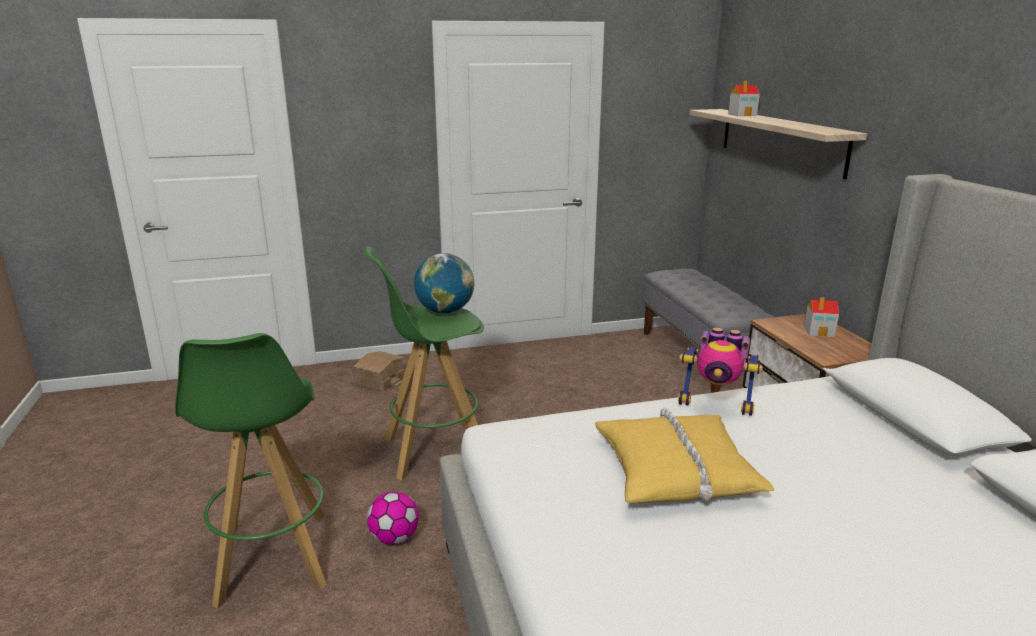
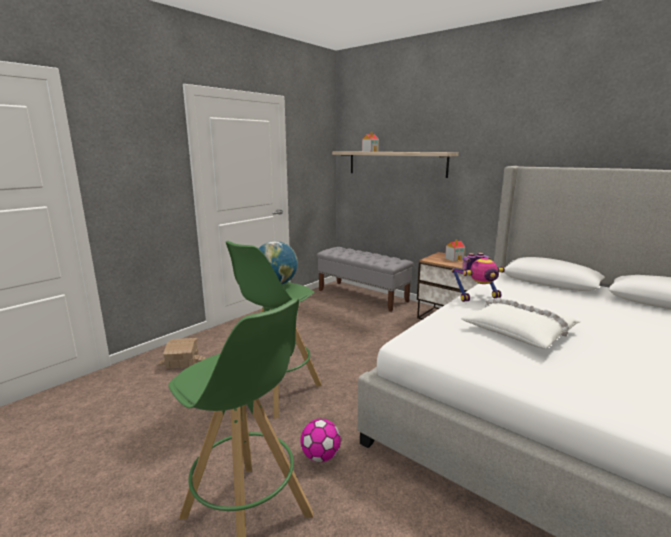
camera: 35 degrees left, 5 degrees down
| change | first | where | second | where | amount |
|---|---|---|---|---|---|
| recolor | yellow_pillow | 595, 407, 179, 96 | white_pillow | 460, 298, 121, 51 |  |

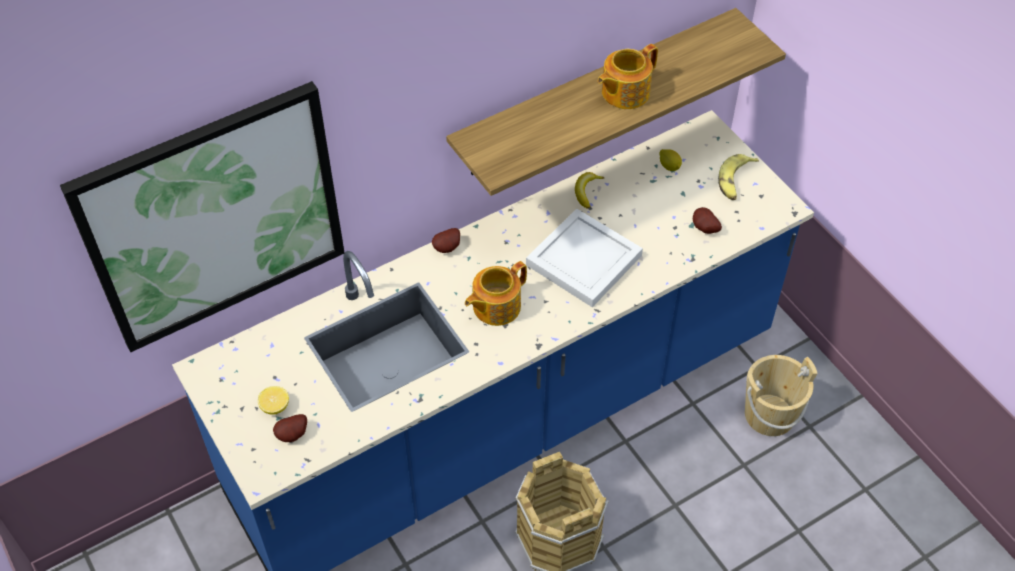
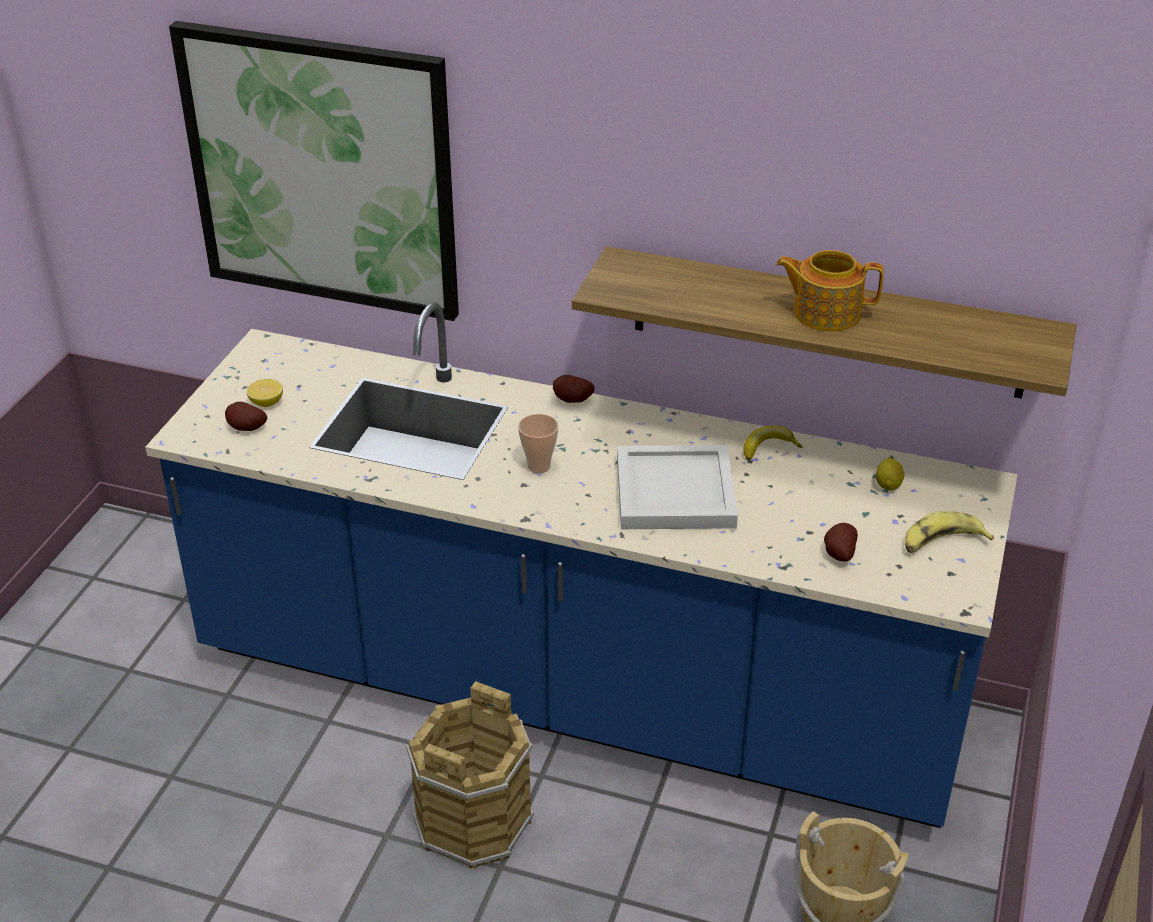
camera: 50 degrees right, 15 degrees down
| change | first | where | second | where | amount |
|---|---|---|---|---|---|
| replace | teapot | 465, 261, 62, 65 | cup | 518, 414, 40, 59 |  |

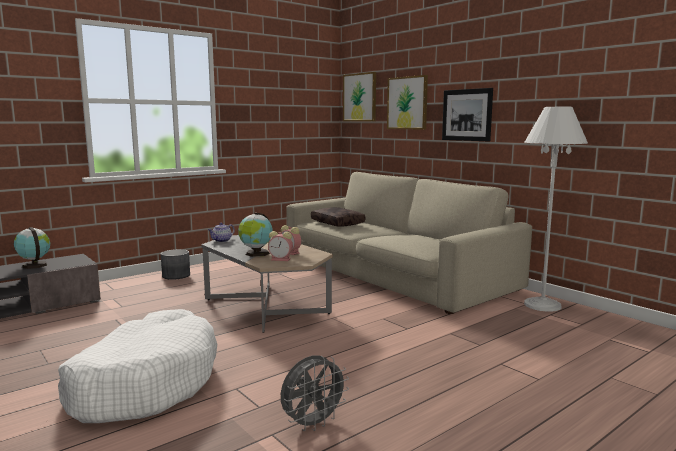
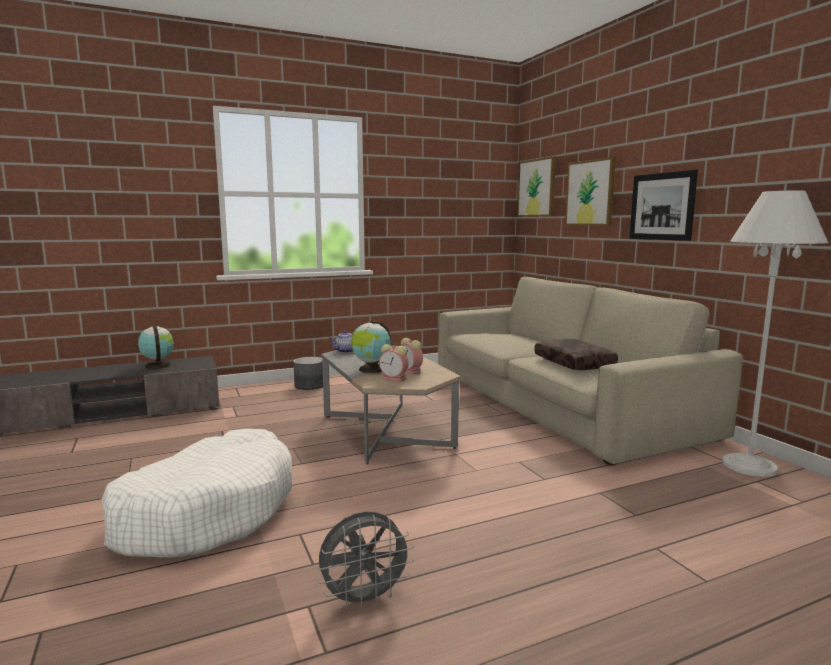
camera: 15 degrees right, 0 degrees up
| change | first | where | second | where | amount |
|---|---|---|---|---|---|
| move | brown_pillow | 311, 207, 54, 20 |  | 534, 339, 84, 31 |  |

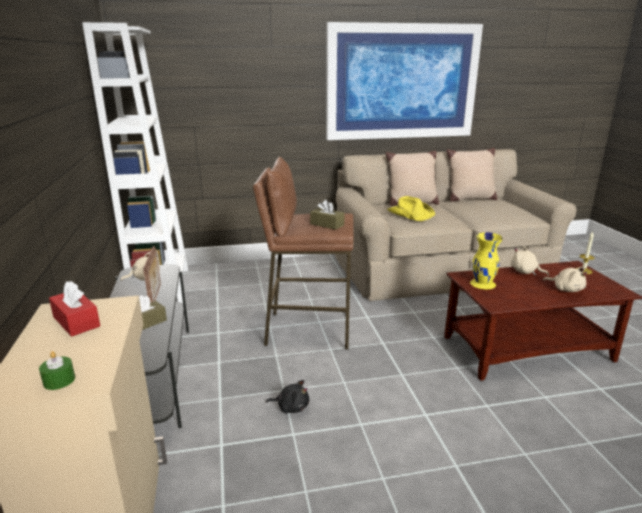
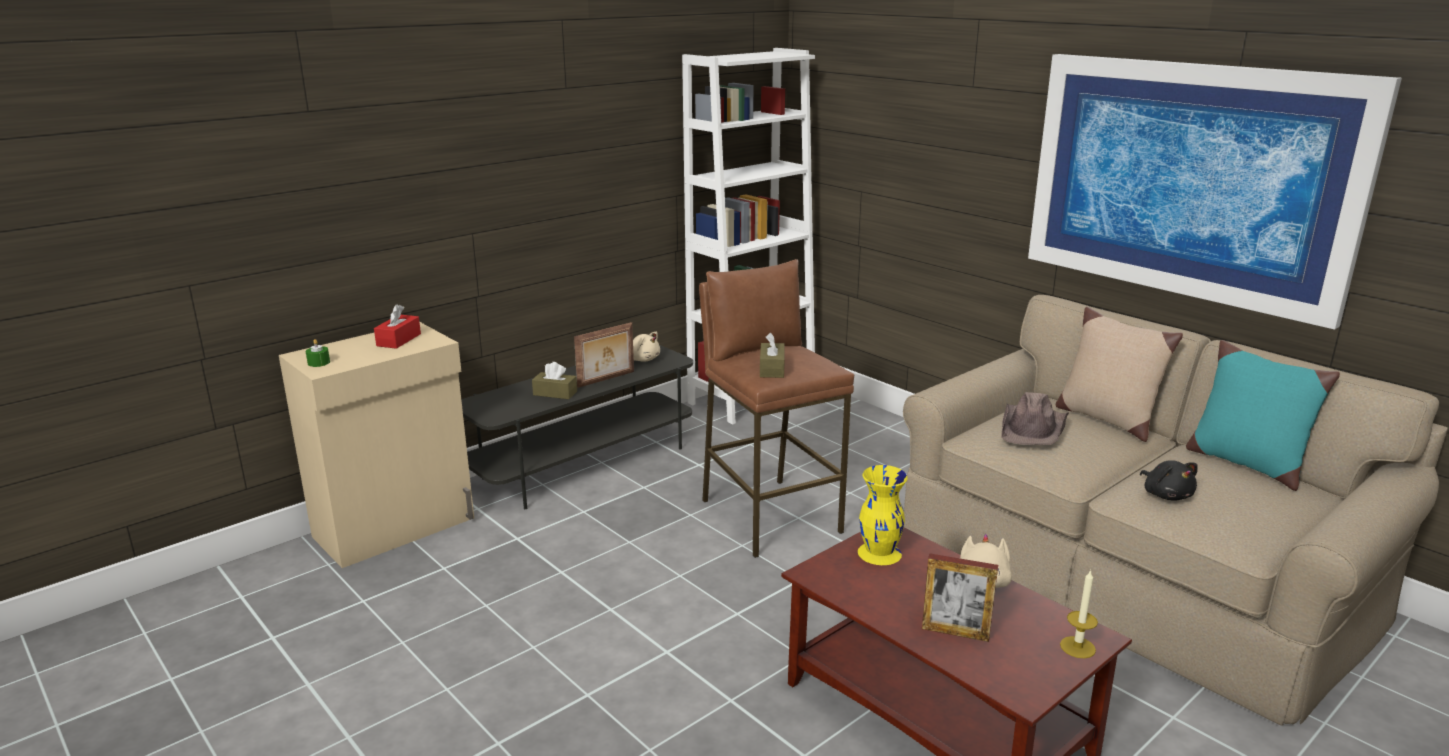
camera: 60 degrees right, 0 degrees up
| change | first | where | second | where | amount |
|---|---|---|---|---|---|
| recolor | beige_pillow | 446, 148, 51, 54 | turquoise_pillow | 1186, 340, 154, 151 |  |
| recolor | yellow_hat | 387, 196, 48, 25 | brown_hat | 1001, 392, 68, 53 |  |
| replace | beige_plush_toy | 543, 267, 44, 25 | picture_frame | 922, 553, 76, 89 |  |
| move | black_plush_toy | 266, 380, 43, 34 |  | 1140, 460, 58, 41 |  |

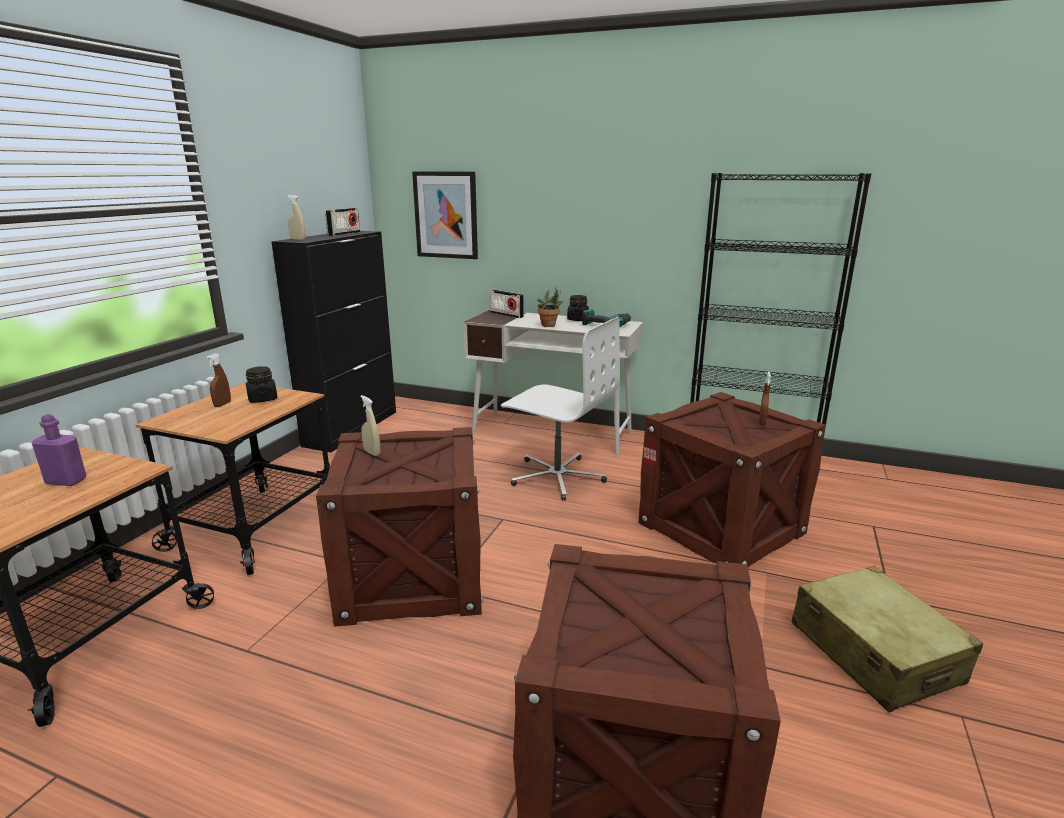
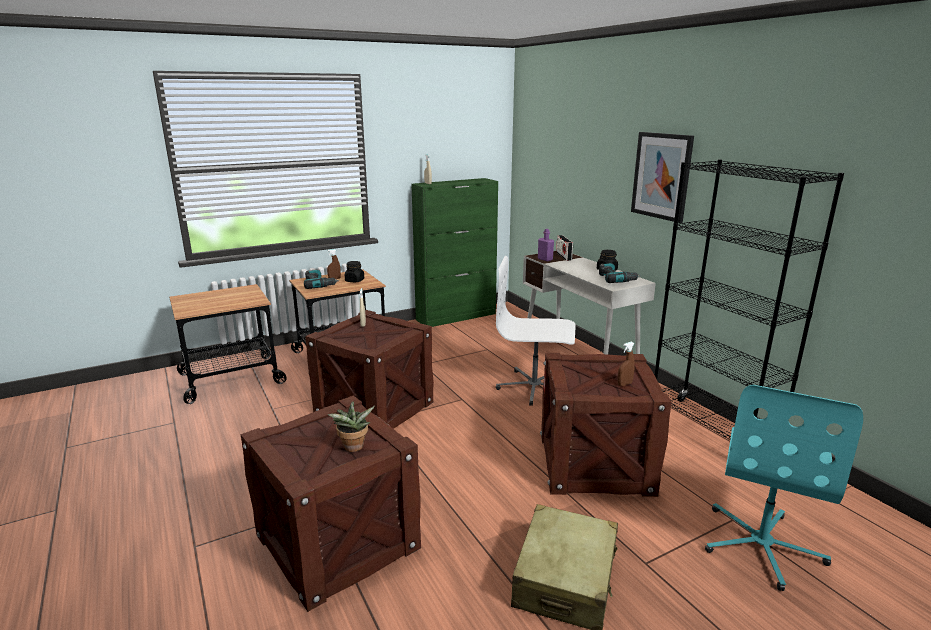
camera: 40 degrees right, 0 degrees up
| change | first | where | second | where | amount |
|---|---|---|---|---|---|
| move | picture | 412, 171, 66, 88 |  | 631, 132, 63, 91 |  |
| delete | radio | 325, 208, 35, 28 |  |  |  |
| recolor | black_cabinet | 271, 231, 125, 221 | green_cabinet | 411, 178, 87, 149 |  |
| move | potted_plant | 537, 287, 27, 40 |  | 327, 401, 48, 51 |  |
| rotate | white_office_chair | 501, 317, 119, 183 |  | 496, 256, 80, 150 | 120 degrees clockwise |
| move | purple_bottle | 32, 414, 55, 72 |  | 538, 229, 16, 32 |  |
| insert |  |  | power_drill | 304, 270, 35, 19 |  |
| insert |  |  | turquoise_office_chair | 705, 385, 158, 206 |  |

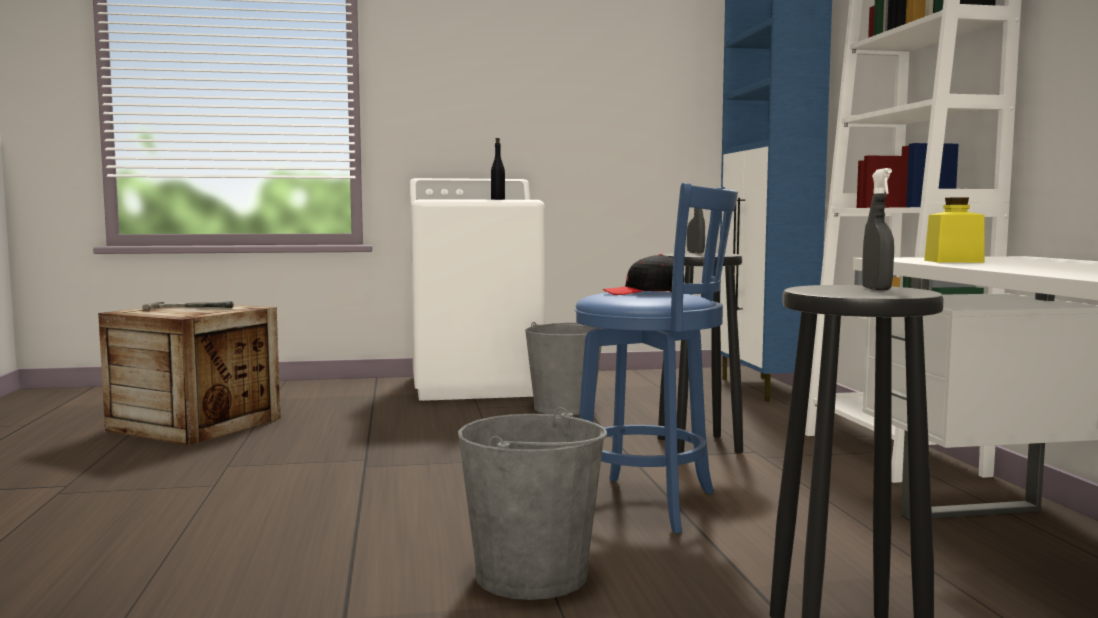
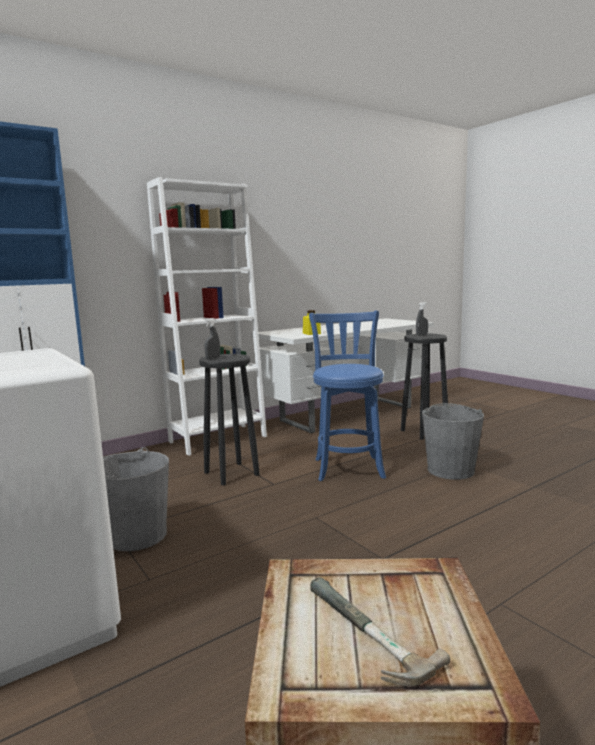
camera: 115 degrees left, 5 degrees up
| change | first | where | second | where | amount |
|---|---|---|---|---|---|
| delete | black_bottle | 491, 138, 14, 62 |  |  |  |
| delete | black_cap | 603, 254, 81, 41 |  |  |  |

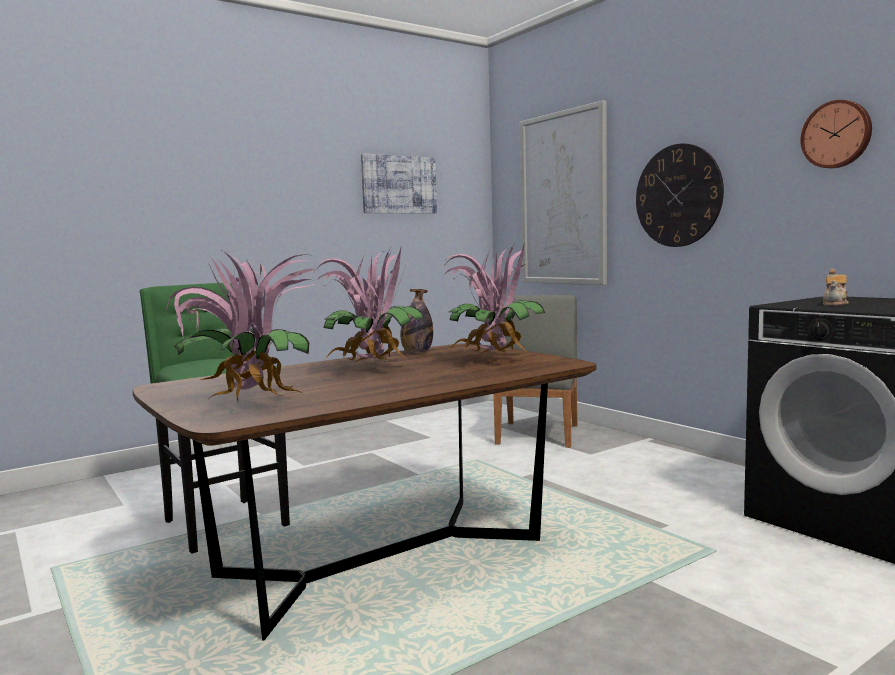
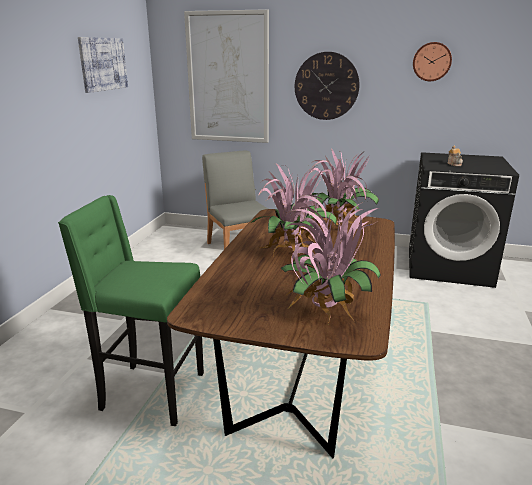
camera: 40 degrees left, 15 degrees up
| change | first | where | second | where | amount |
|---|---|---|---|---|---|
| delete | bottle | 400, 289, 33, 64 |  |  |  |

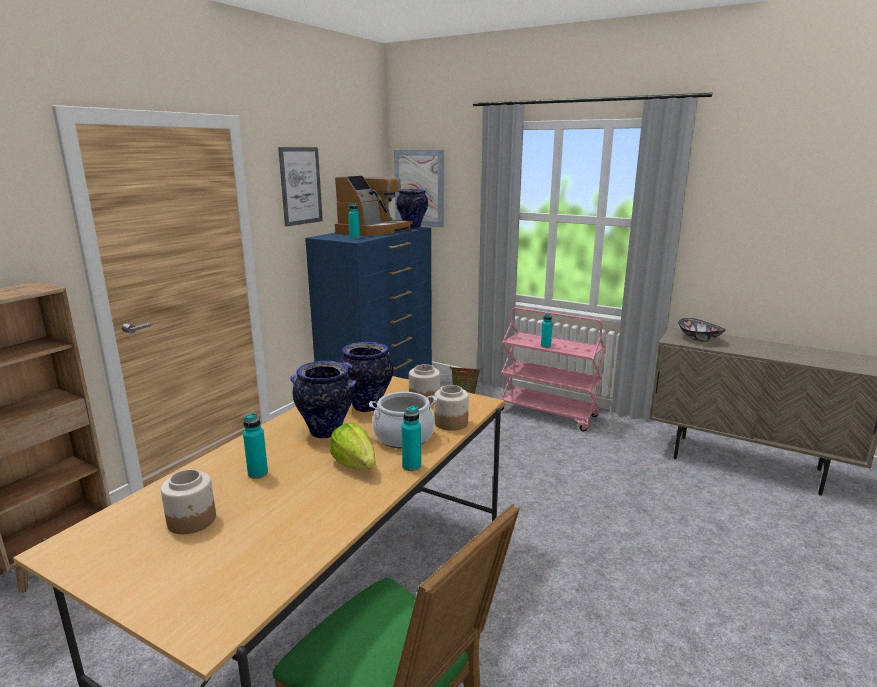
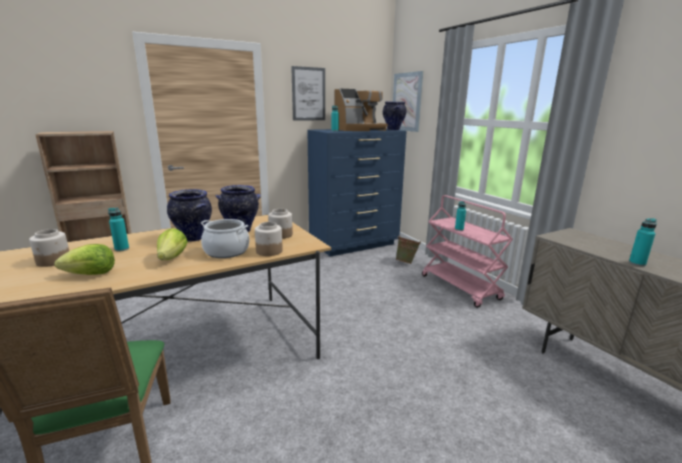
camera: 30 degrees right, 0 degrees up
| change | first | where | second | where | amount |
|---|---|---|---|---|---|
| delete | bowl | 678, 318, 48, 24 |  |  |  |
| move | turquoise_bottle | 401, 406, 20, 65 |  | 629, 218, 28, 48 |  |
| insert |  |  | lettuce | 54, 244, 61, 31 |  |

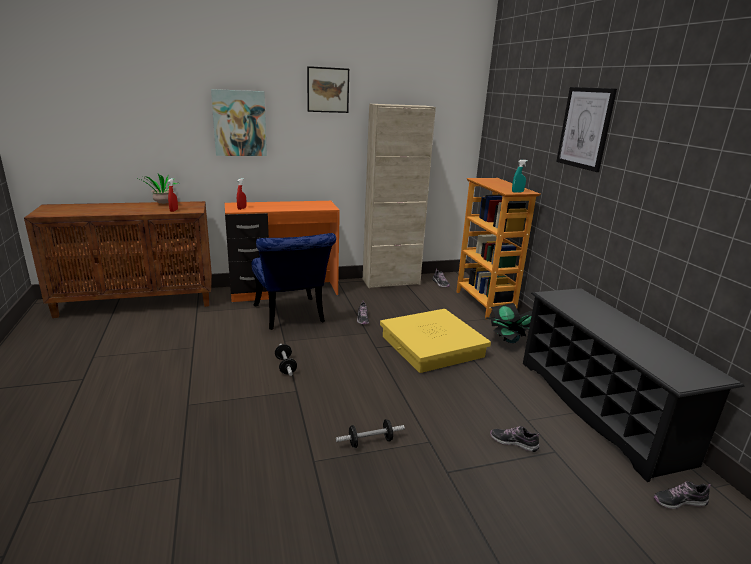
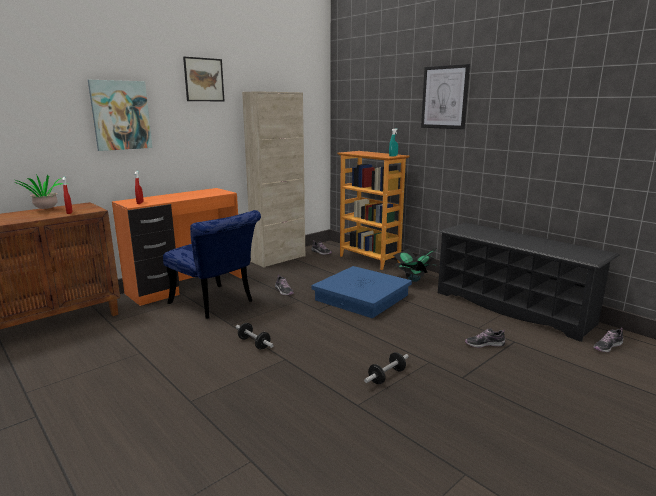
camera: 25 degrees left, 5 degrees down
| change | first | where | second | where | amount |
|---|---|---|---|---|---|
| recolor | yellow_storage_box | 380, 309, 111, 64 | blue_storage_box | 312, 266, 100, 52 |  |

